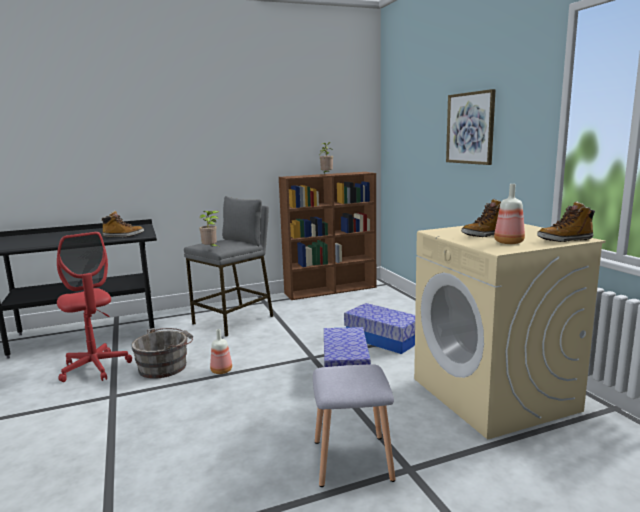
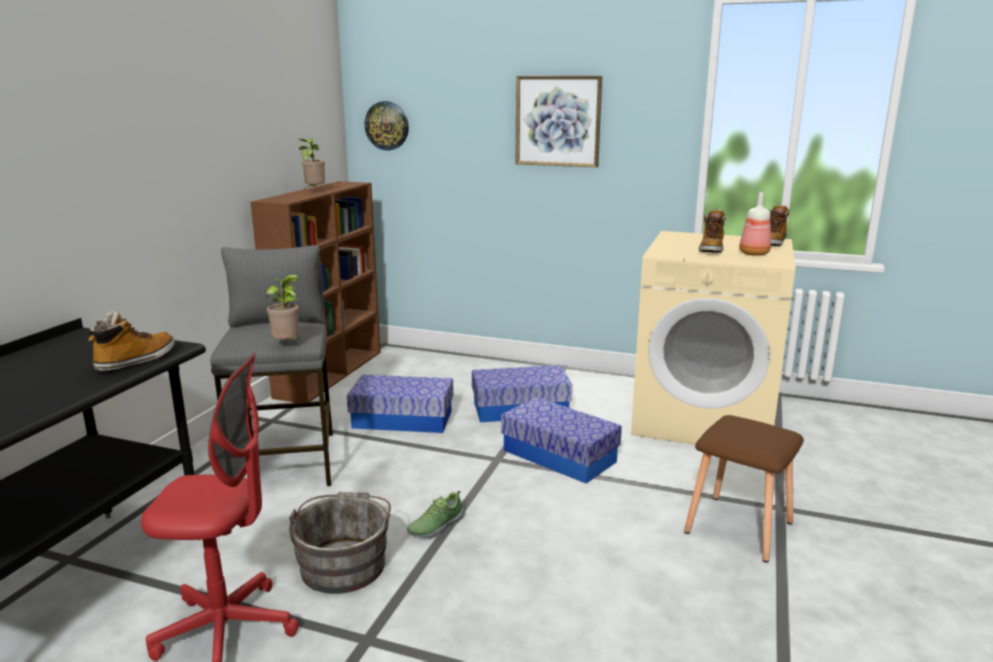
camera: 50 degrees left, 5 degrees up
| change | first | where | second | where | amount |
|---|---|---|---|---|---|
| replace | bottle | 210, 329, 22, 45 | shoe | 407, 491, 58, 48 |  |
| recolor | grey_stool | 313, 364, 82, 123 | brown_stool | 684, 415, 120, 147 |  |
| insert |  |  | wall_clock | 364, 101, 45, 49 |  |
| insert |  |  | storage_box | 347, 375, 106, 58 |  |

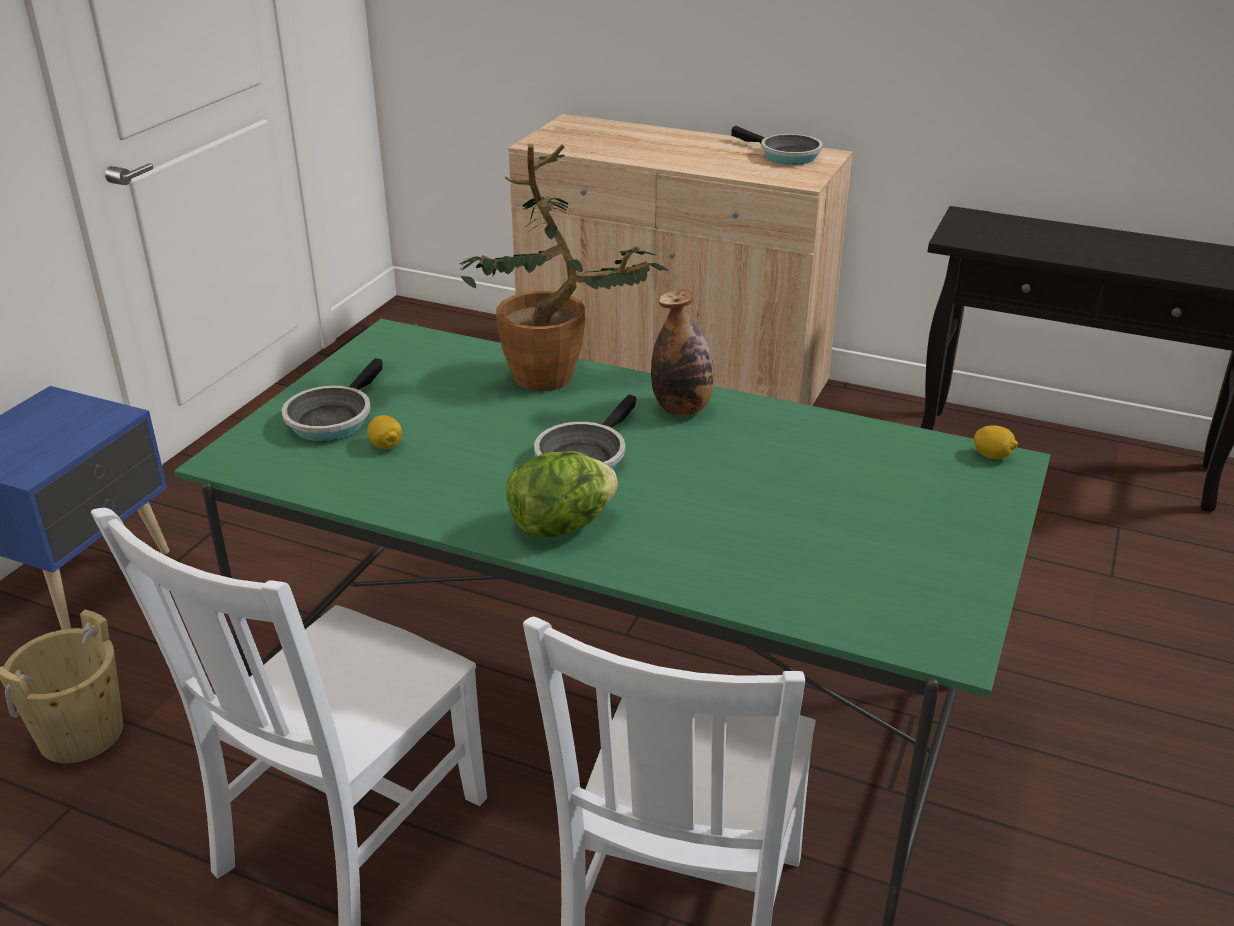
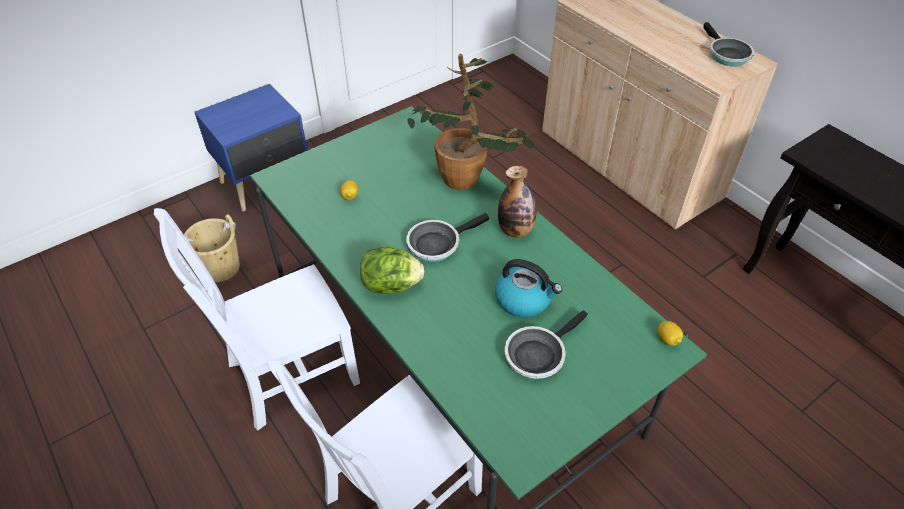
camera: 30 degrees right, 15 degrees up
| change | first | where | second | where | amount |
|---|---|---|---|---|---|
| move | frying_pan | 282, 358, 101, 83 |  | 504, 310, 84, 69 |  |
| insert |  |  | kettle | 495, 259, 67, 58 |  |

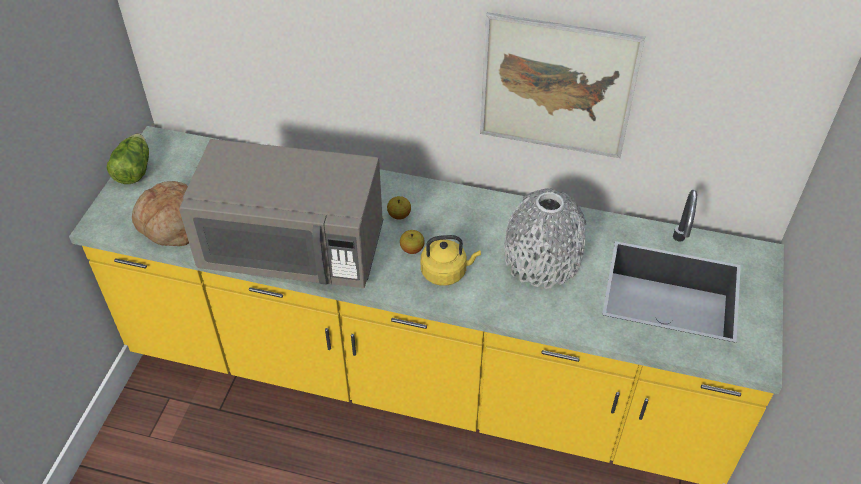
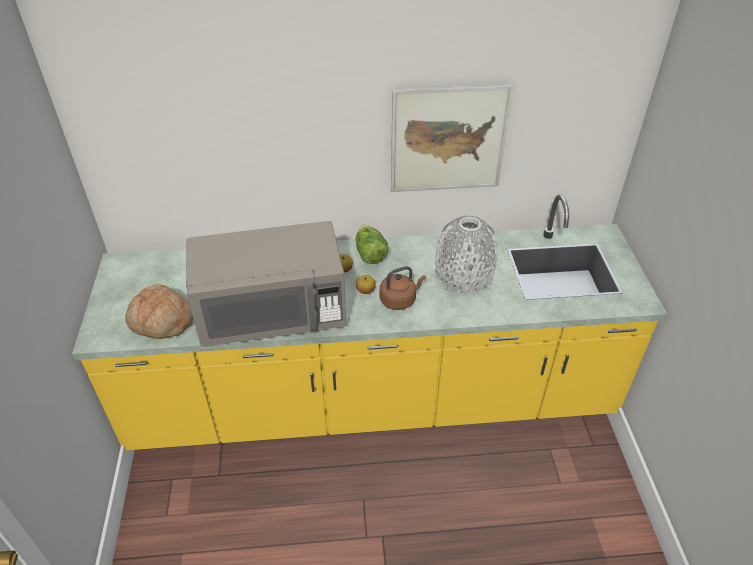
camera: 20 degrees left, 5 degrees down
| change | first | where | second | where | amount |
|---|---|---|---|---|---|
| move | lettuce | 107, 133, 42, 51 |  | 356, 225, 32, 39 |  |
| recolor | yellow_kettle | 421, 235, 60, 51 | brown_kettle | 380, 266, 46, 44 |  |

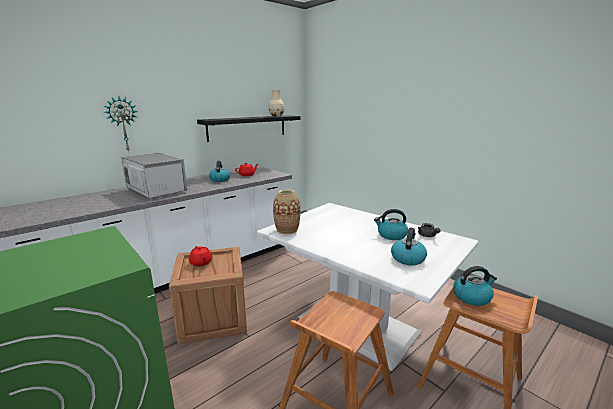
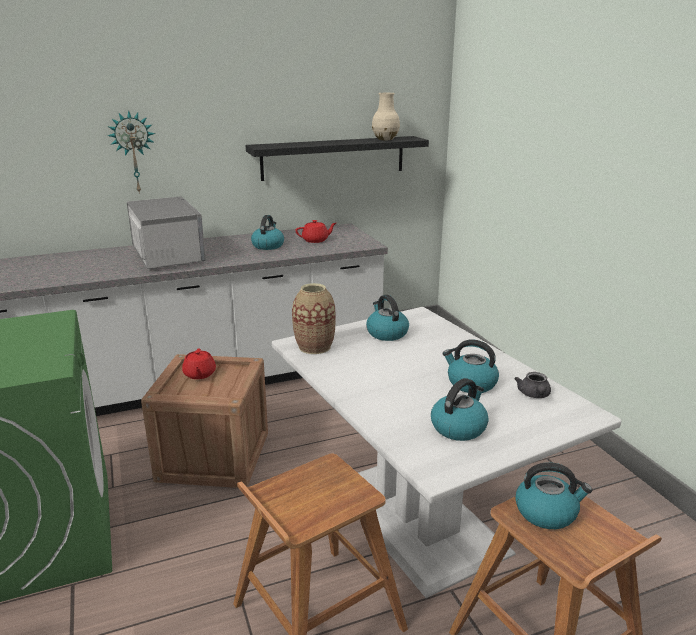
camera: 20 degrees right, 5 degrees up
| change | first | where | second | where | amount |
|---|---|---|---|---|---|
| insert |  |  | kettle | 366, 295, 43, 46 |  |

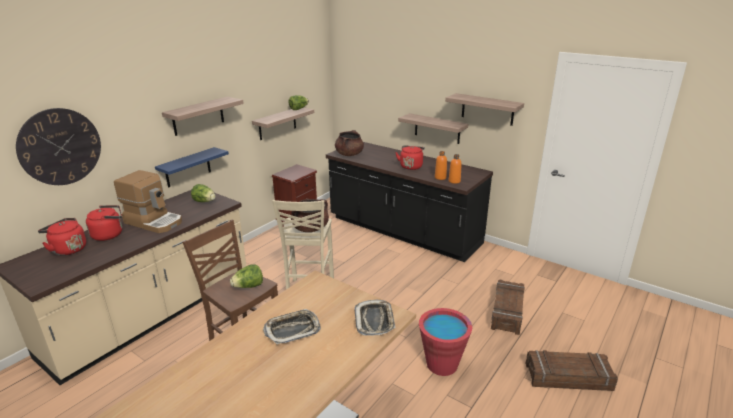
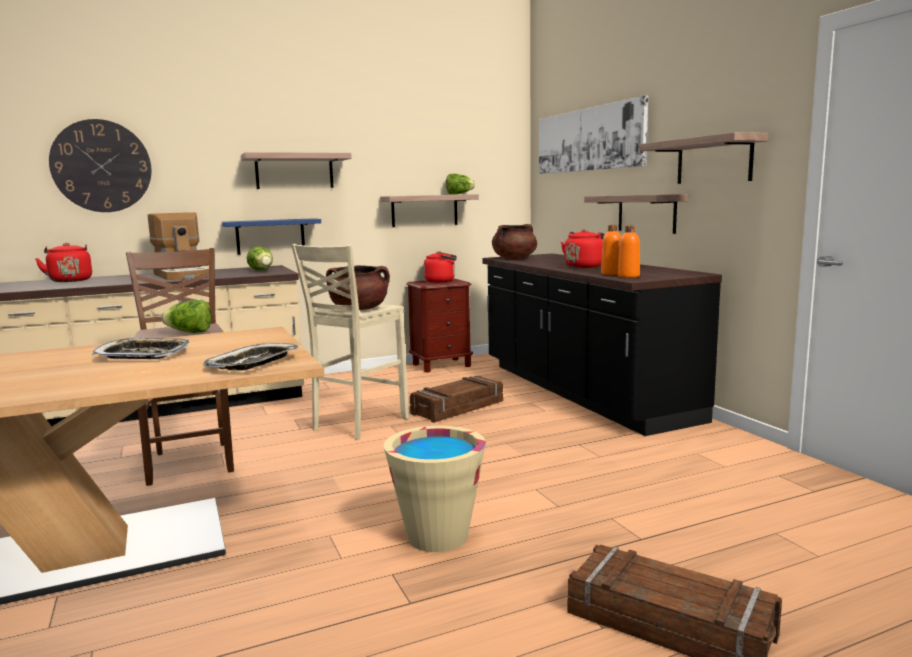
camera: 30 degrees right, 15 degrees down
| change | first | where | second | where | amount |
|---|---|---|---|---|---|
| move | red_kettle | 86, 205, 36, 36 |  | 424, 251, 33, 32 |  |
| move | crate | 491, 279, 34, 56 |  | 410, 376, 93, 47 |  |
| recolor | red_bucket | 419, 308, 53, 68 | beige_bucket | 384, 426, 102, 126 |  |
| insert |  |  | picture | 539, 96, 109, 78 |  |

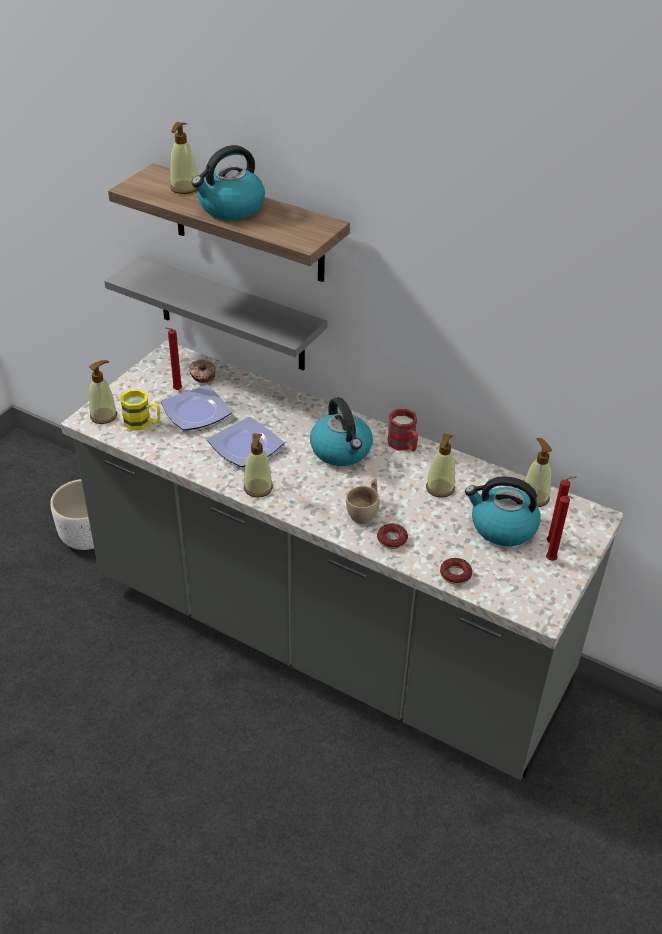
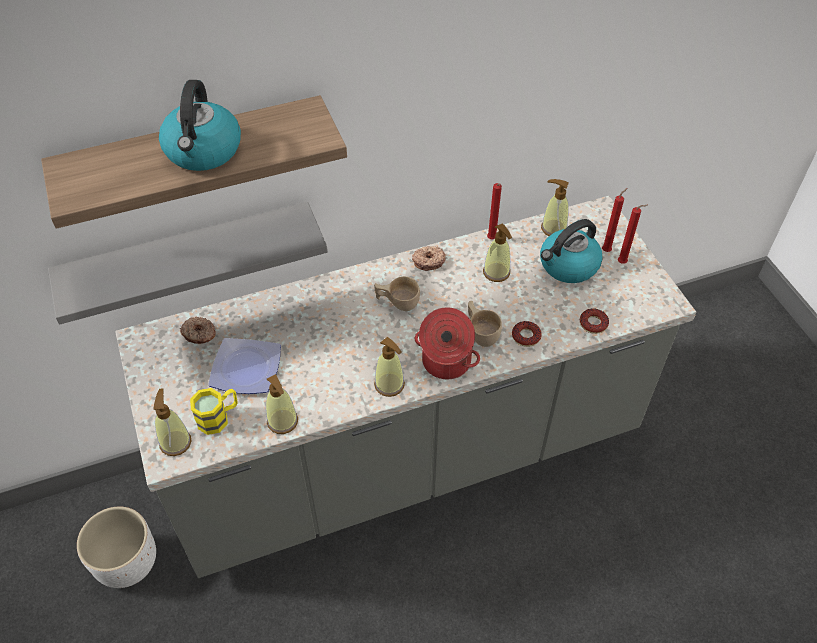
camera: 50 degrees left, 10 degrees up
| change | first | where | second | where | amount |
|---|---|---|---|---|---|
| move | soap_dispenser | 170, 122, 27, 72 |  | 266, 374, 32, 60 |  |
| move | red_candle | 165, 327, 17, 63 |  | 487, 183, 15, 57 |  |
| replace | kettle | 310, 397, 63, 69 | beige_cup | 374, 276, 46, 35 |  |
| replace | red_mug | 387, 409, 31, 43 | donut | 412, 246, 34, 25 |  |
| delete | plate | 207, 417, 77, 50 |  |  |  |
| insert |  |  | cooking_pot | 415, 307, 65, 72 |  |

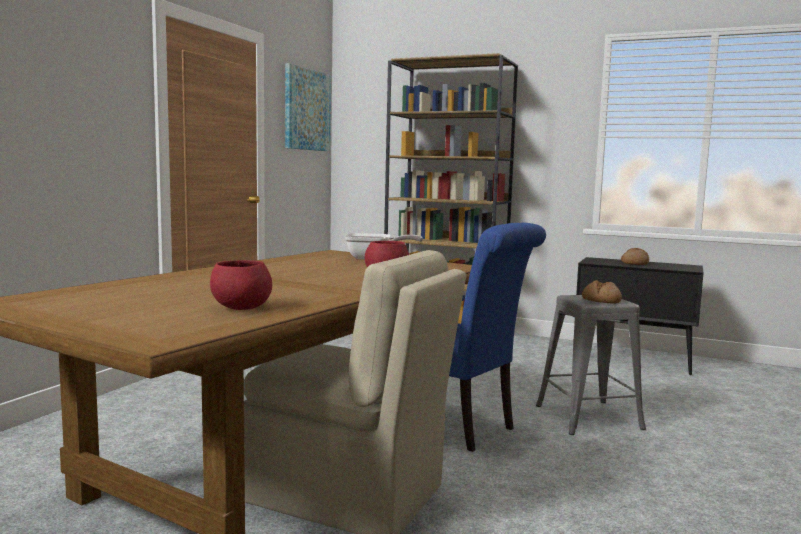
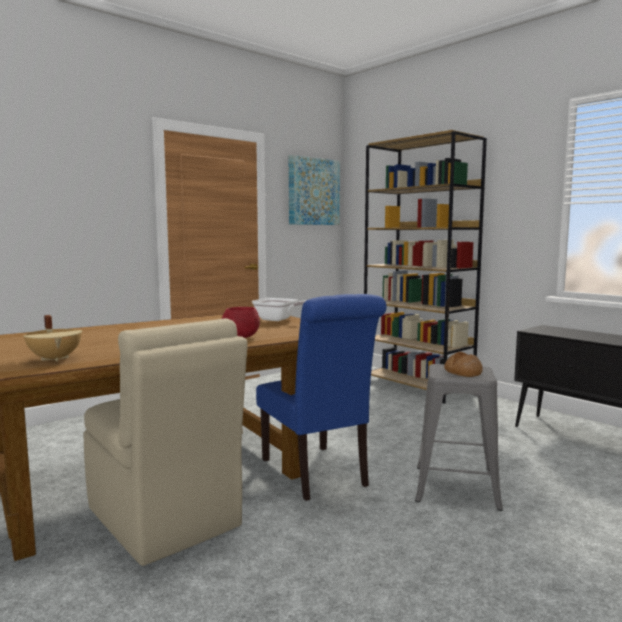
camera: 25 degrees right, 0 degrees up
| change | first | where | second | where | amount |
|---|---|---|---|---|---|
| delete | bread | 621, 248, 28, 17 |  |  |  |
| replace | red_bowl | 210, 260, 62, 50 | beige_cooking_pot | 23, 315, 59, 47 |  |

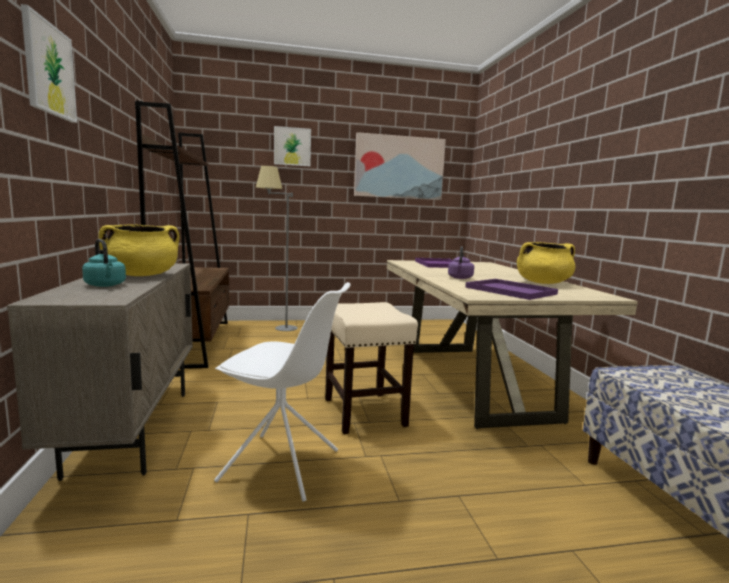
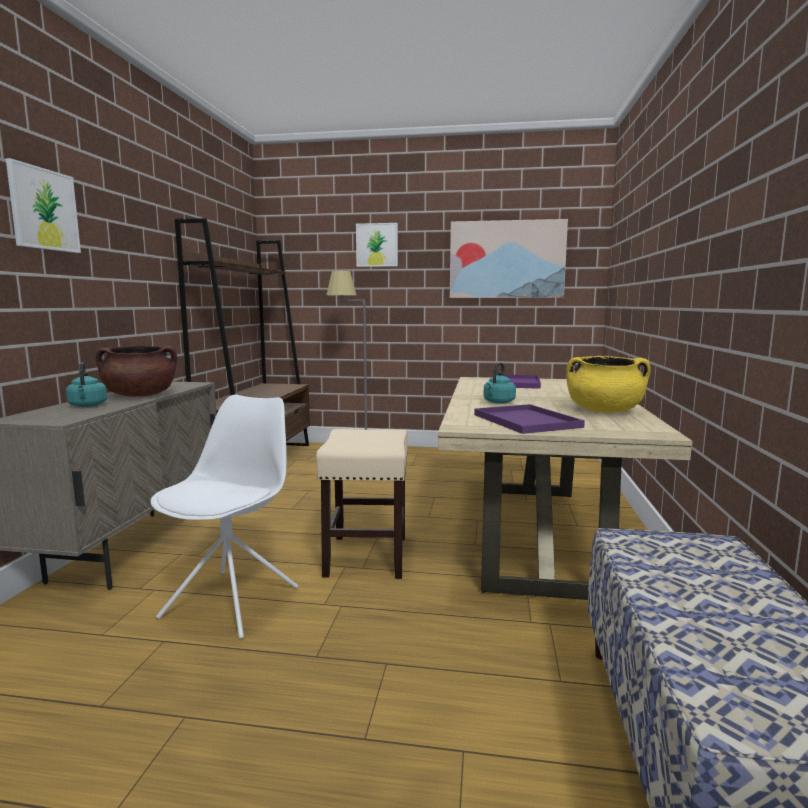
camera: 20 degrees right, 0 degrees up
| change | first | where | second | where | amount |
|---|---|---|---|---|---|
| recolor | yellow_cooking_pot | 98, 224, 81, 52 | brown_cooking_pot | 96, 345, 81, 52 |  |
| recolor | purple_kettle | 448, 246, 26, 33 | turquoise_kettle | 483, 362, 33, 42 |  |
| rotate | white_chair | 214, 282, 136, 220 |  | 151, 395, 147, 244 | 105 degrees counterclockwise |

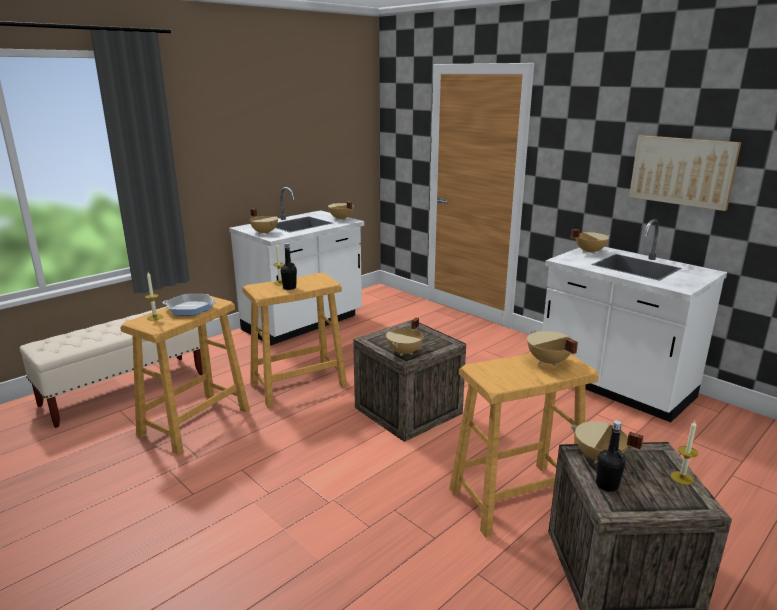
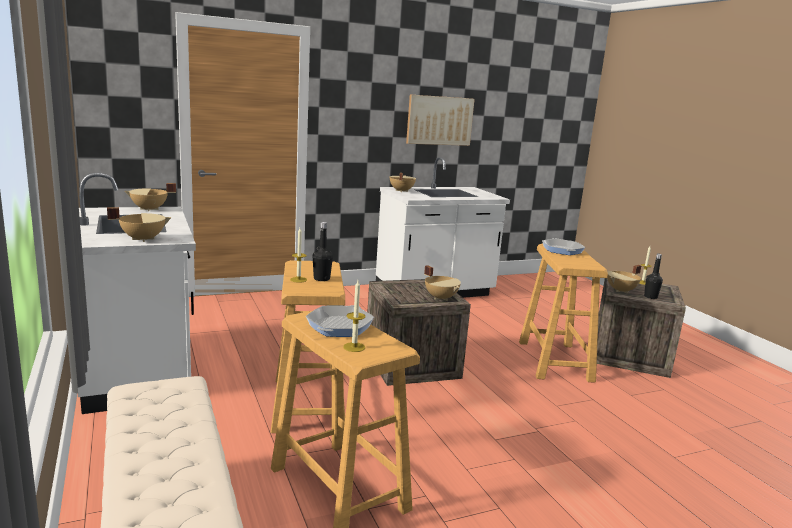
camera: 70 degrees left, 5 degrees down
| change | first | where | second | where | amount |
|---|---|---|---|---|---|
| replace | beige_cooking_pot | 527, 330, 51, 36 | frying_pan | 542, 238, 43, 17 |  |

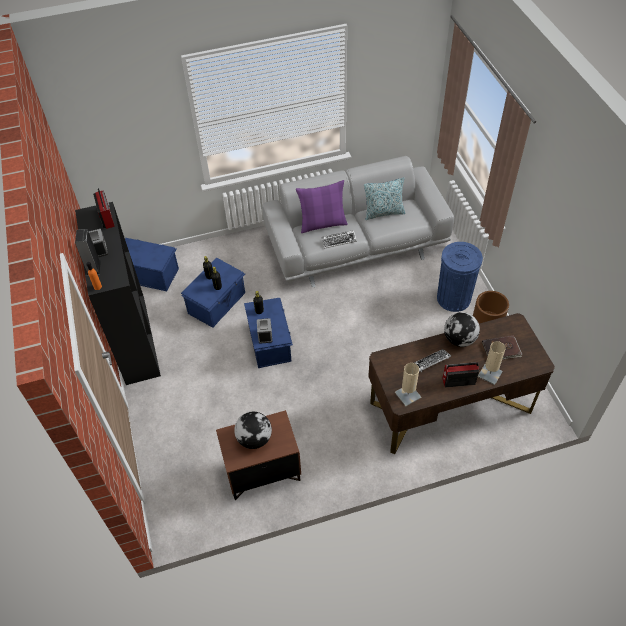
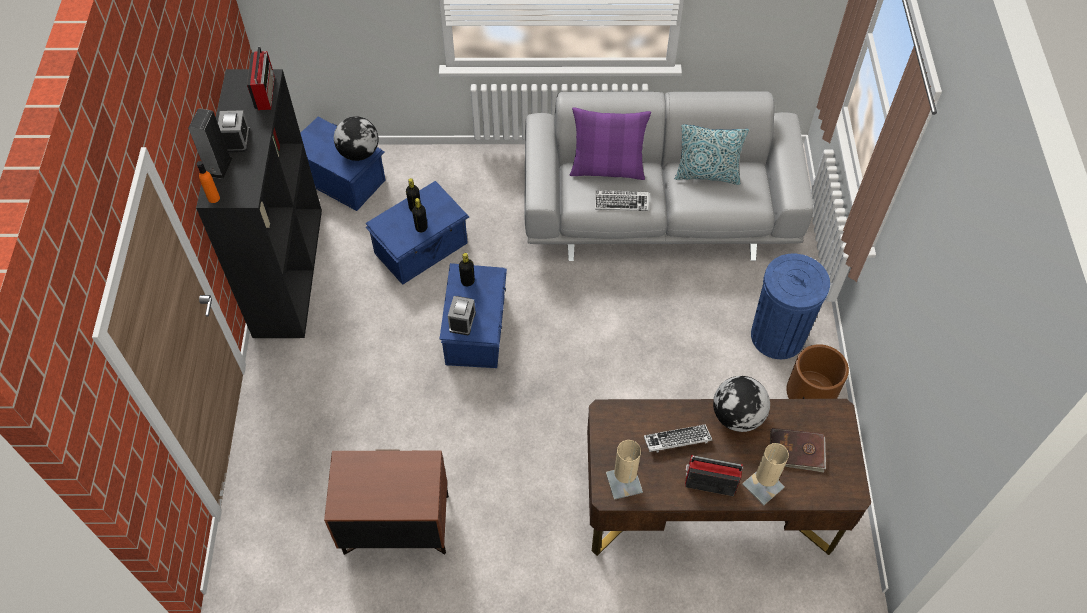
camera: 15 degrees right, 5 degrees up
| change | first | where | second | where | amount |
|---|---|---|---|---|---|
| move | globe | 234, 412, 38, 37 |  | 334, 116, 45, 45 |  |

